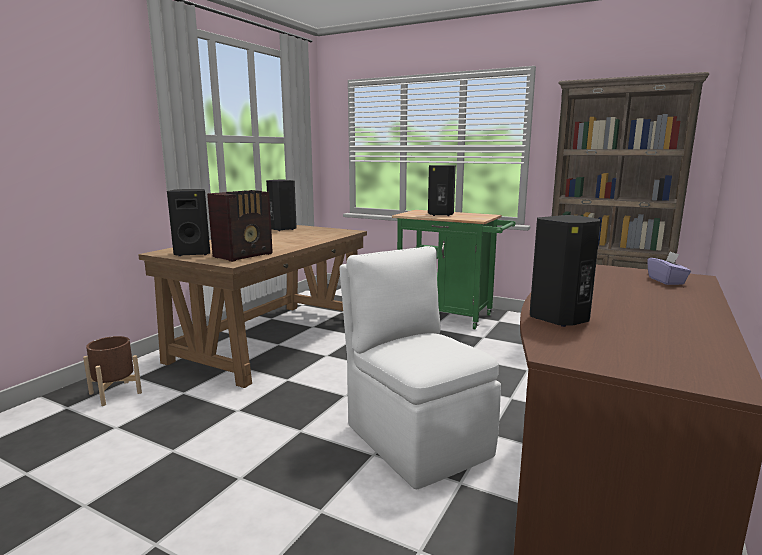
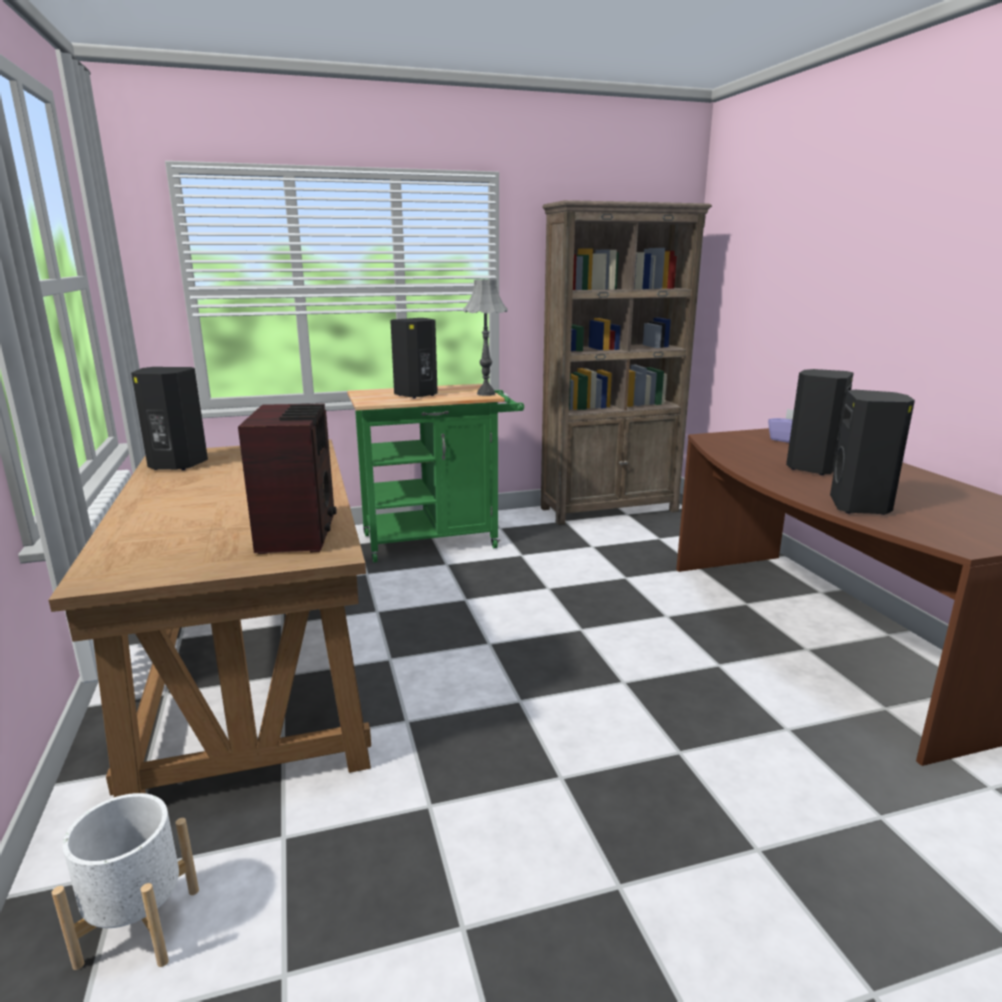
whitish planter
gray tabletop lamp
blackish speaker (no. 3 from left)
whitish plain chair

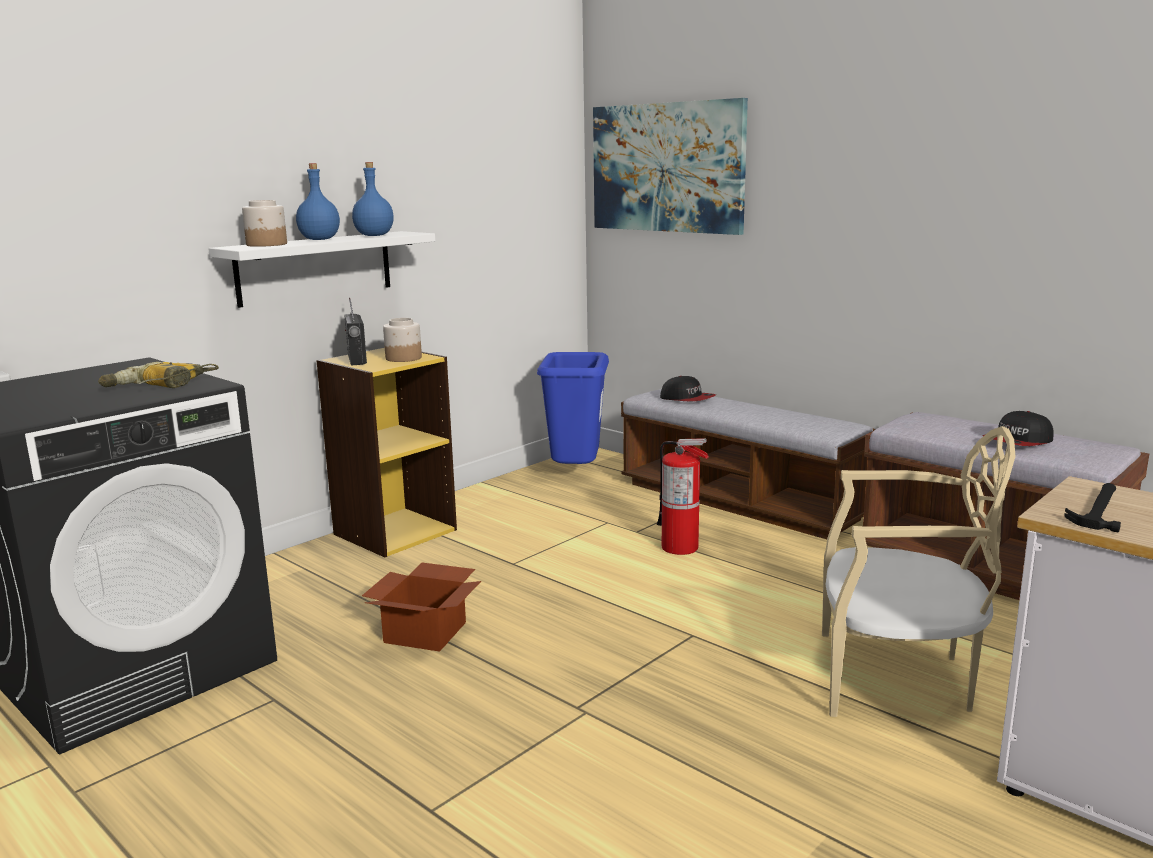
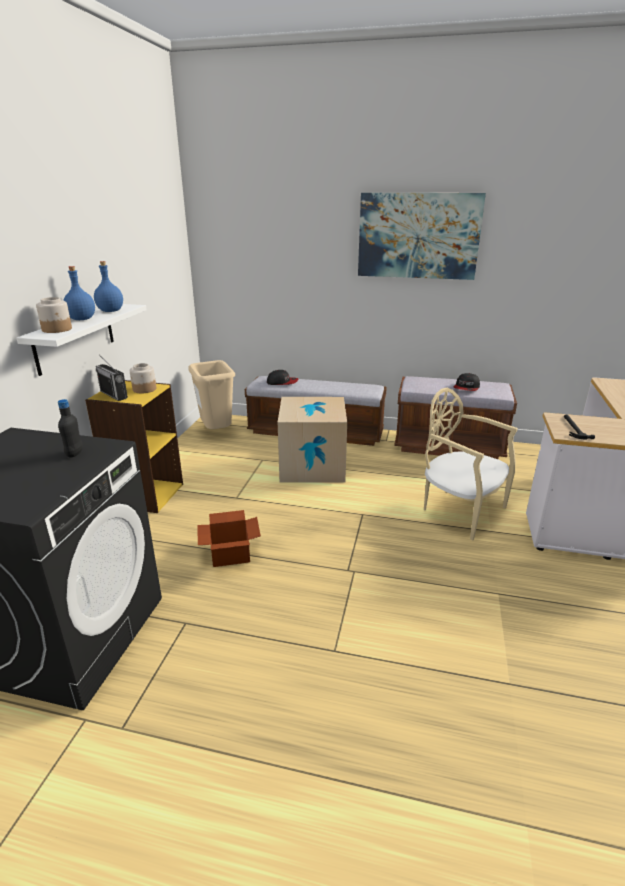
blackish drink bottle
beige-coloured rubbish bin
carton (no. 2 from left)
wall picture
beige-coloured plain chair

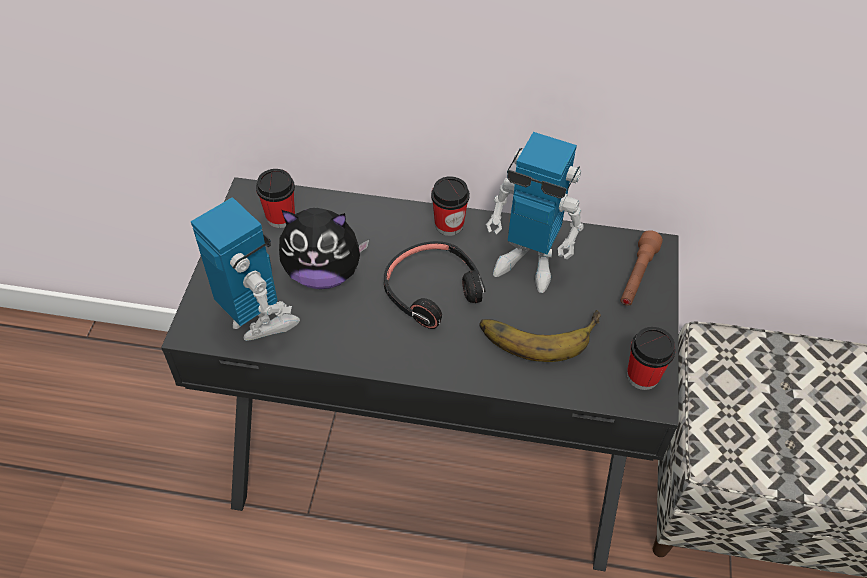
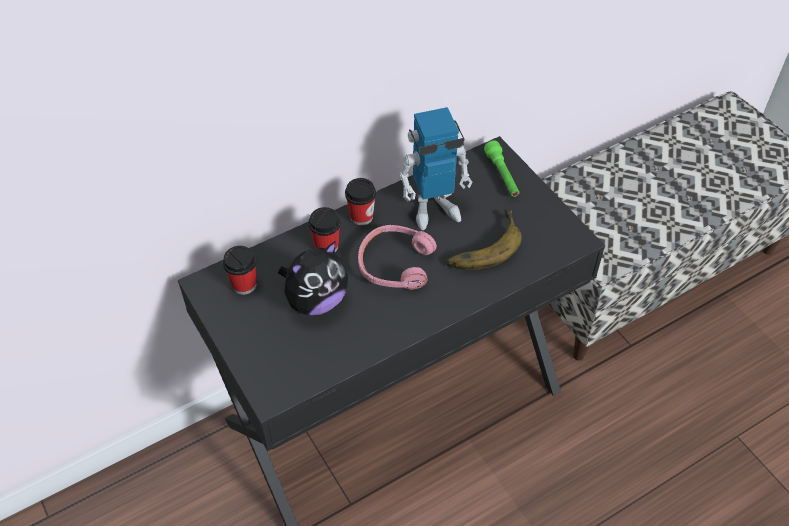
cup (no. 2 from left)
pink headphones
greenish flashlight
model robot (no. 1 from left in the first image)

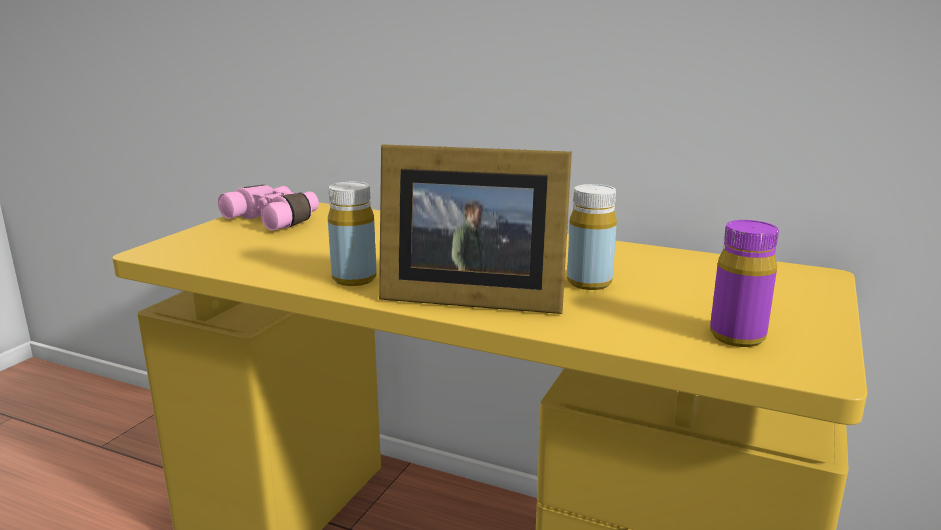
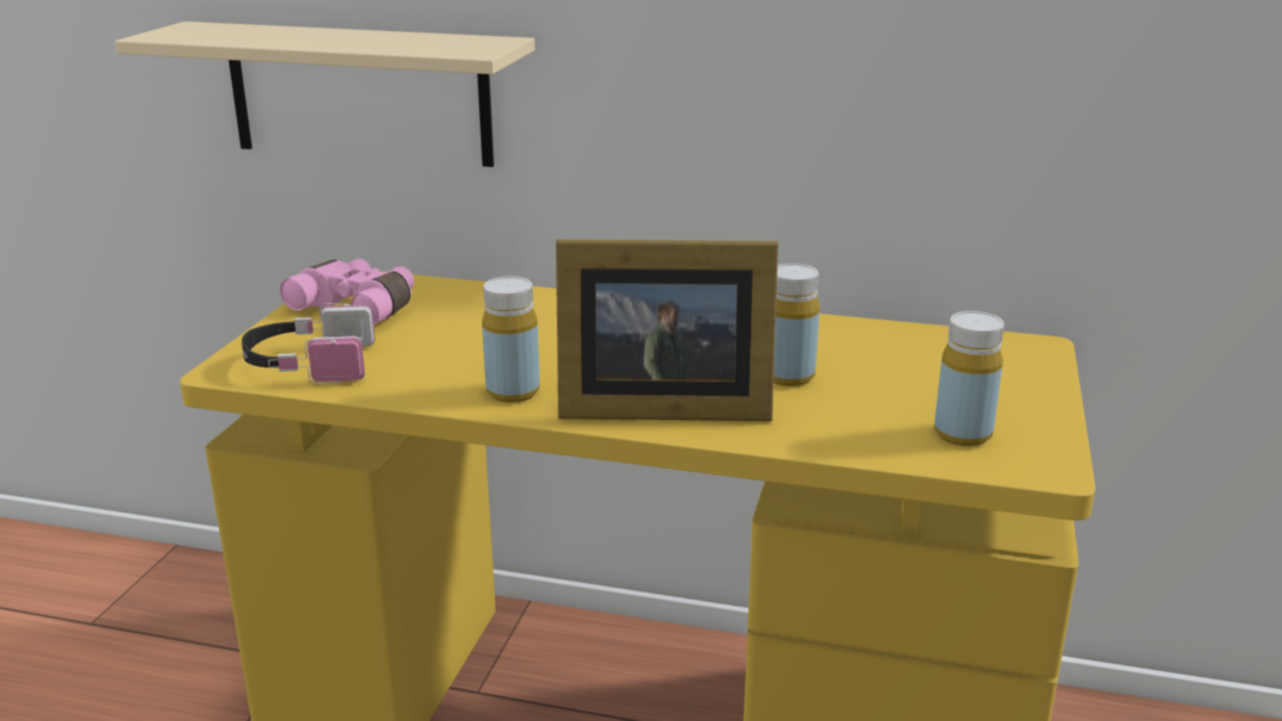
beige-coloured shelf
headphones
yellowish drink bottle (no. 3 from left)

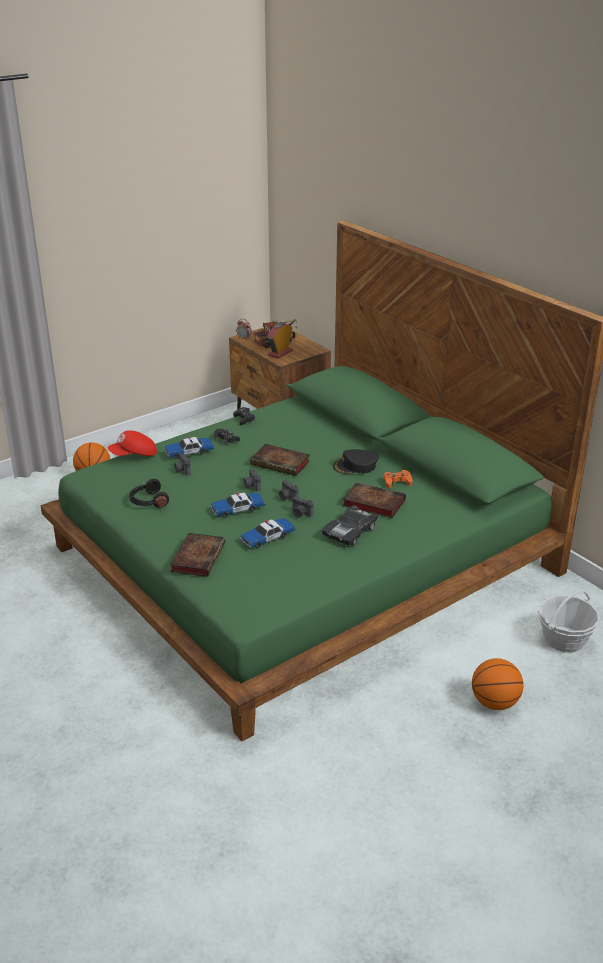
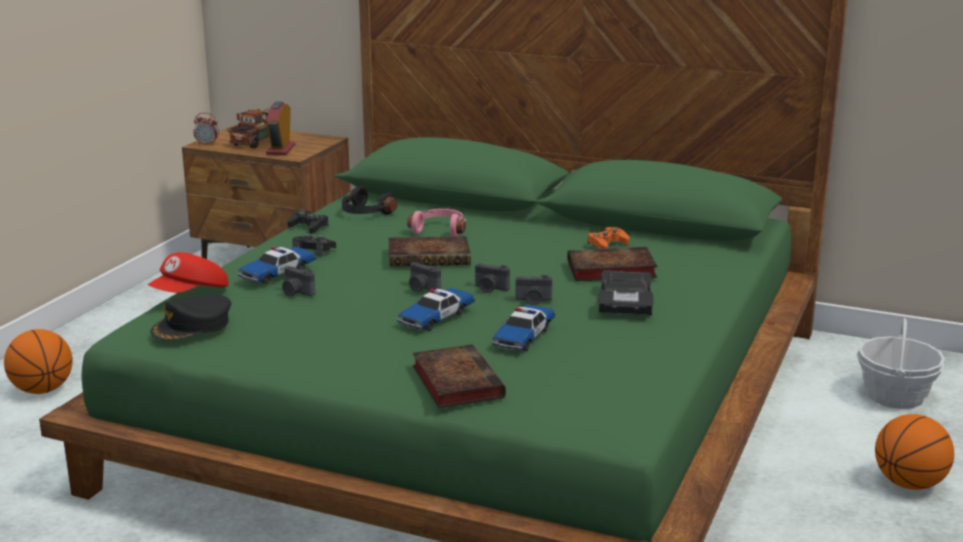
blackish baseball cap
blackish headphones
pink headphones

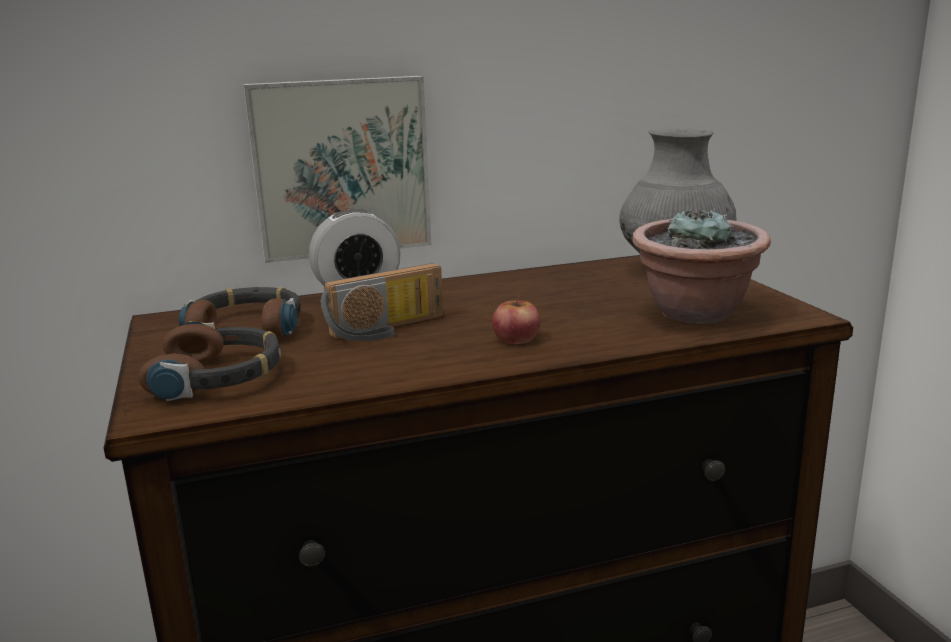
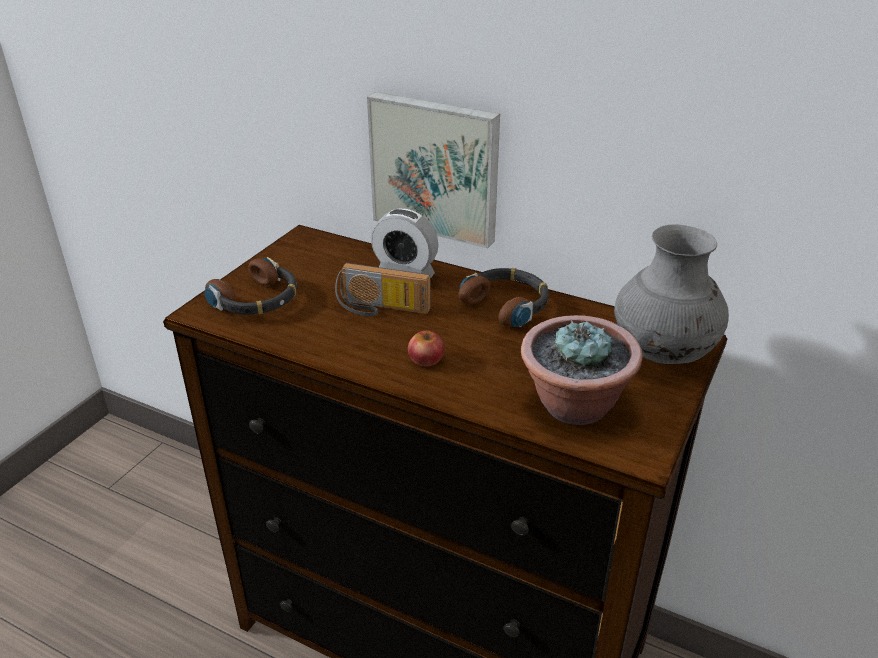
headphones (no. 2 from left)

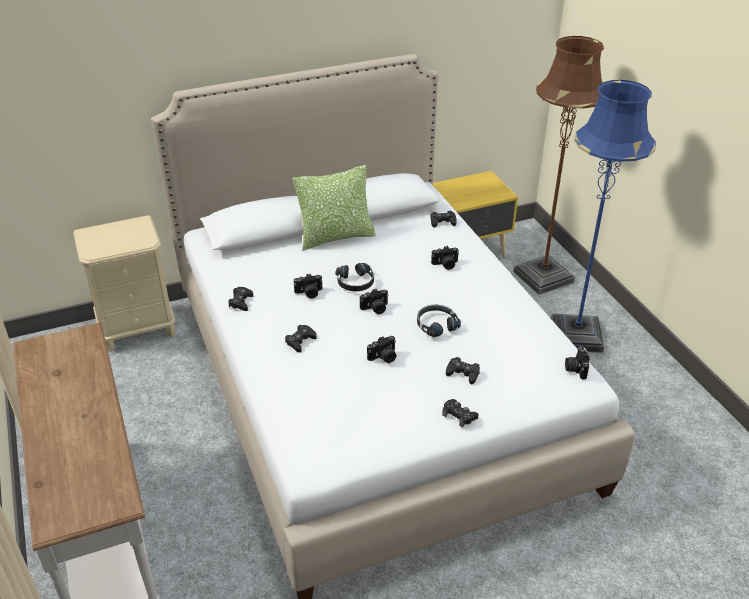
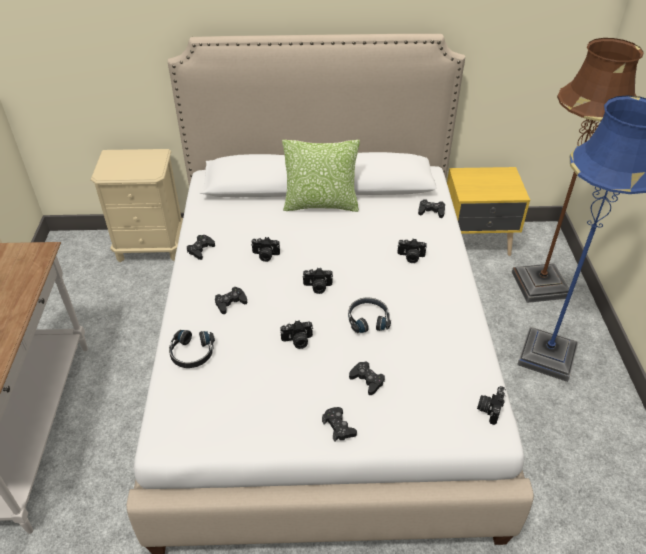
blackish headphones (no. 1 from left)

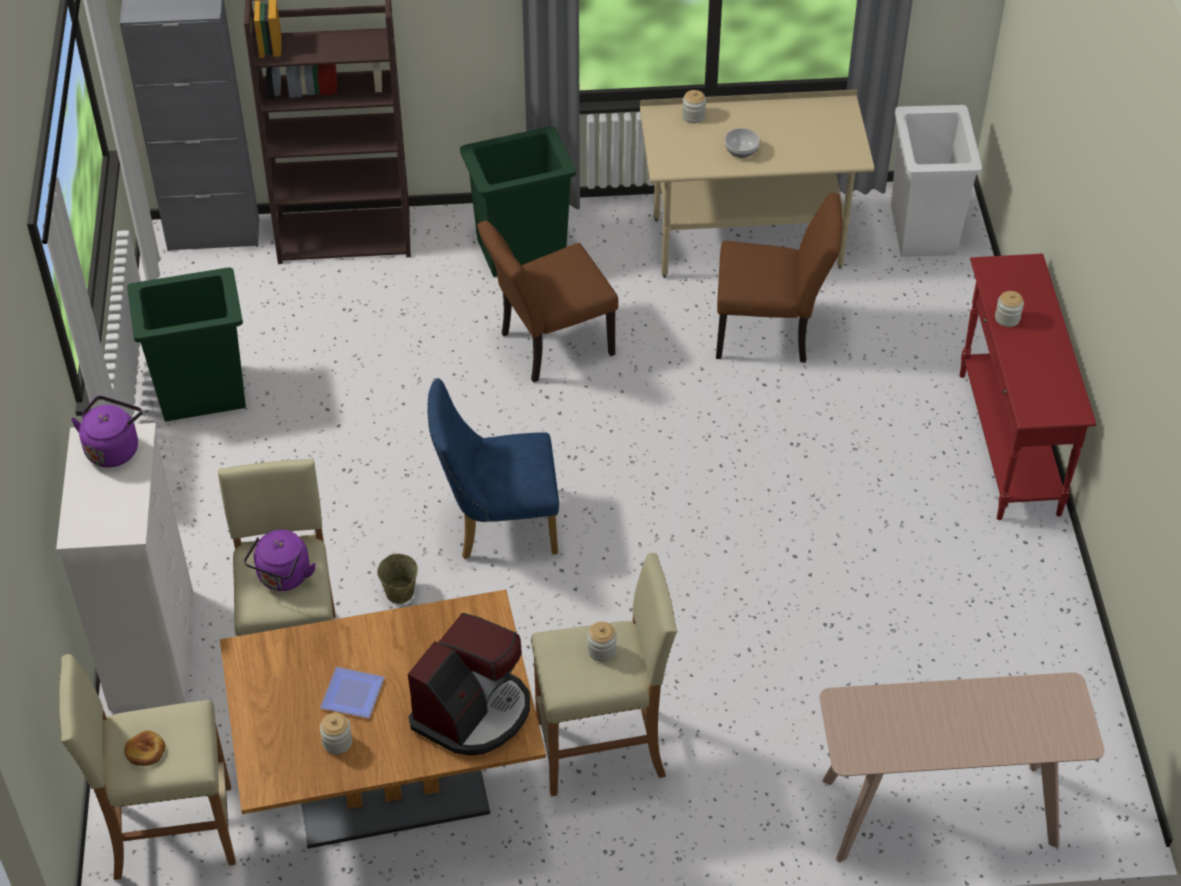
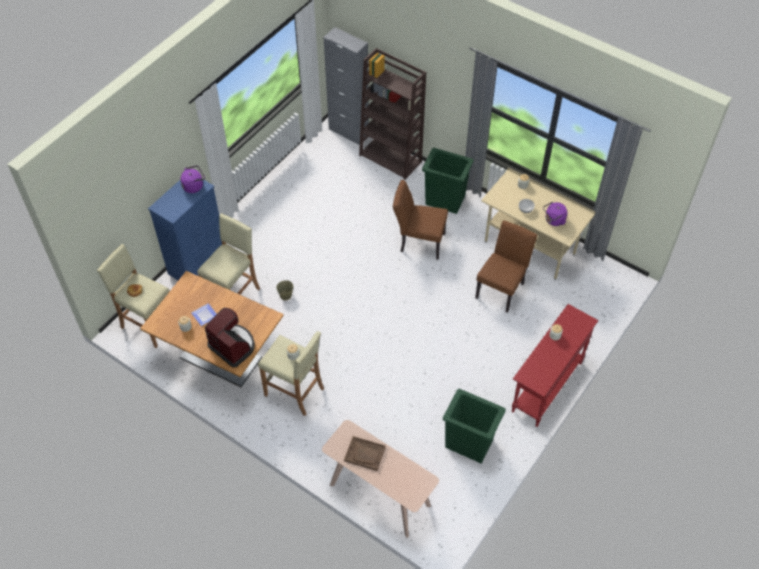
bluish dresser
coffee maker
brownish tray
greenish rubbish bin (no. 2 from left)
brownish plain chair (no. 2 from left)
purplish tea kettle (no. 2 from left)
bluish plain chair
whitish rubbish bin

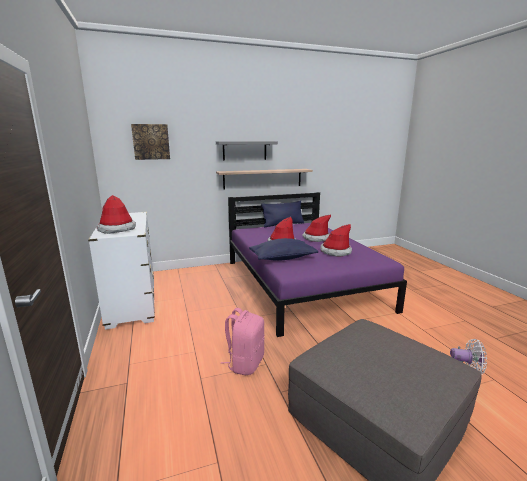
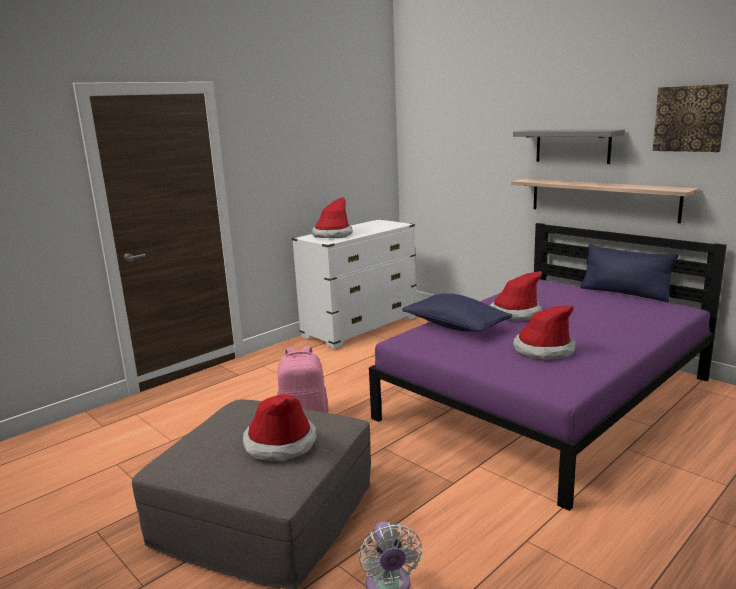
hat (no. 1 from left)
wall picture

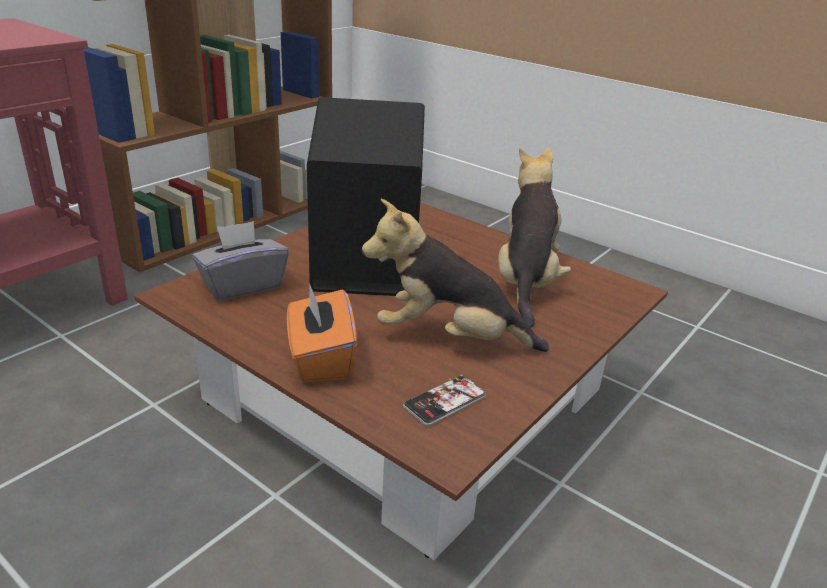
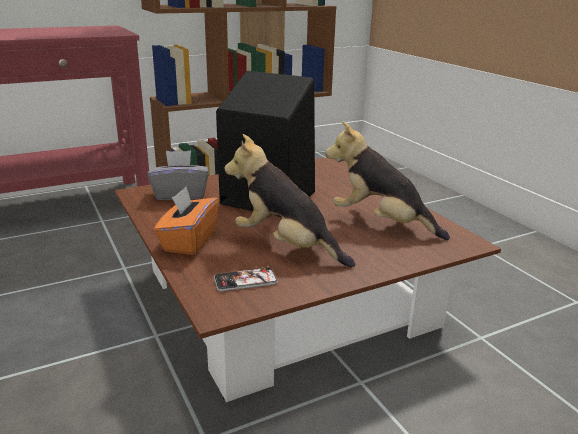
soft toy (no. 2 from left)

